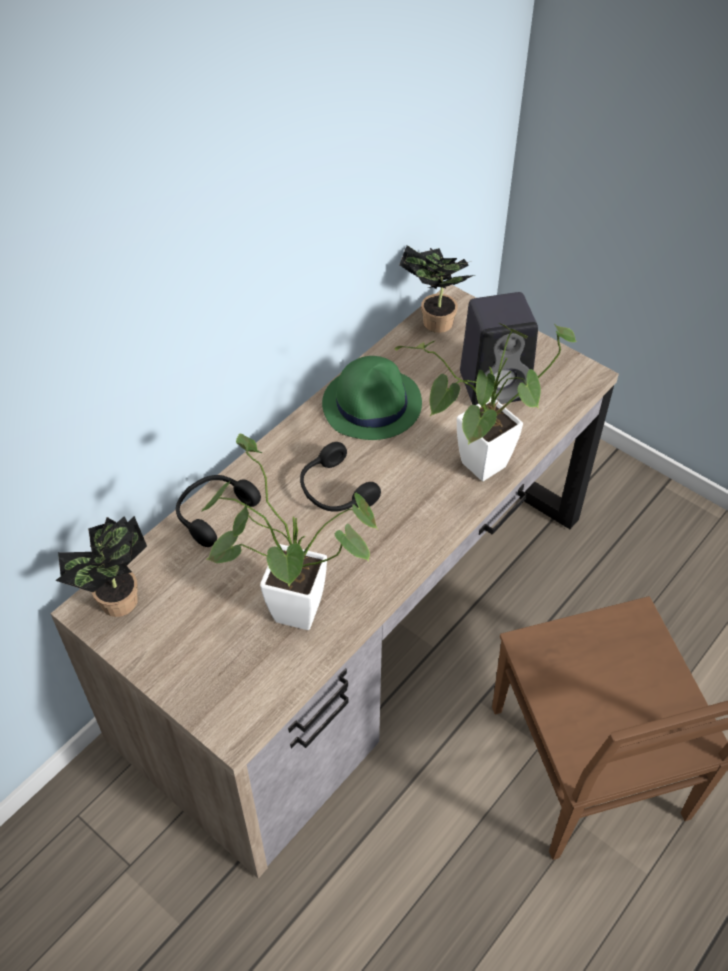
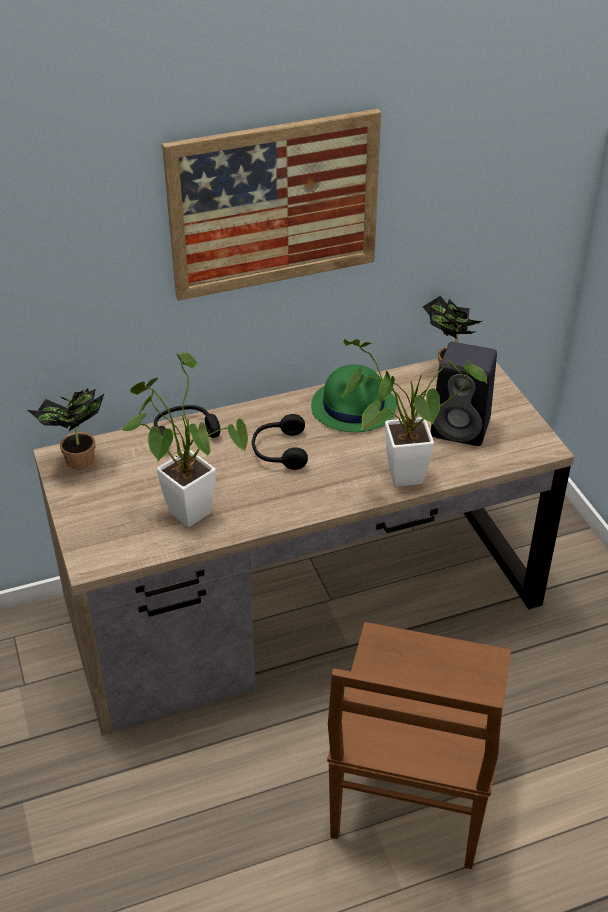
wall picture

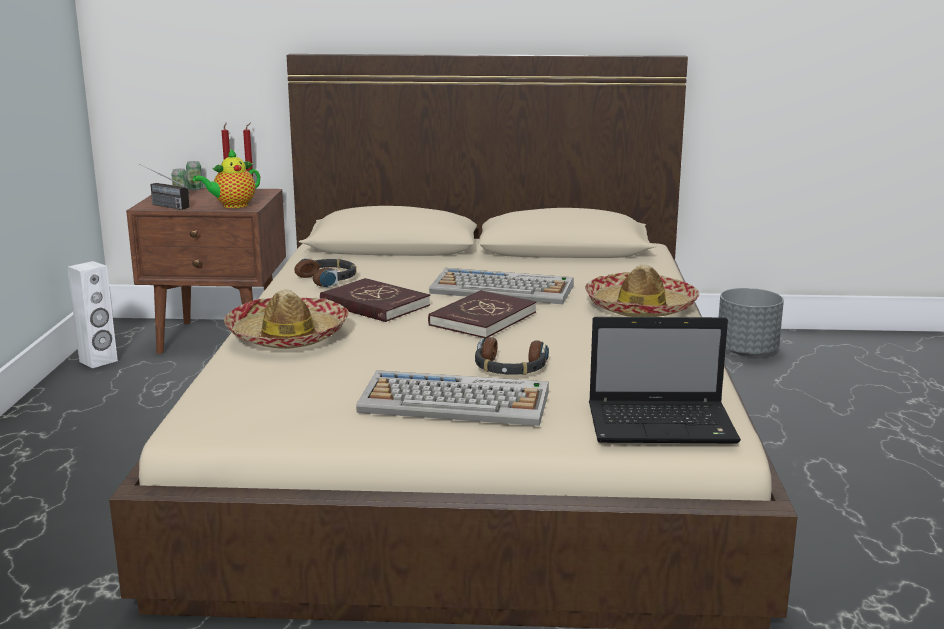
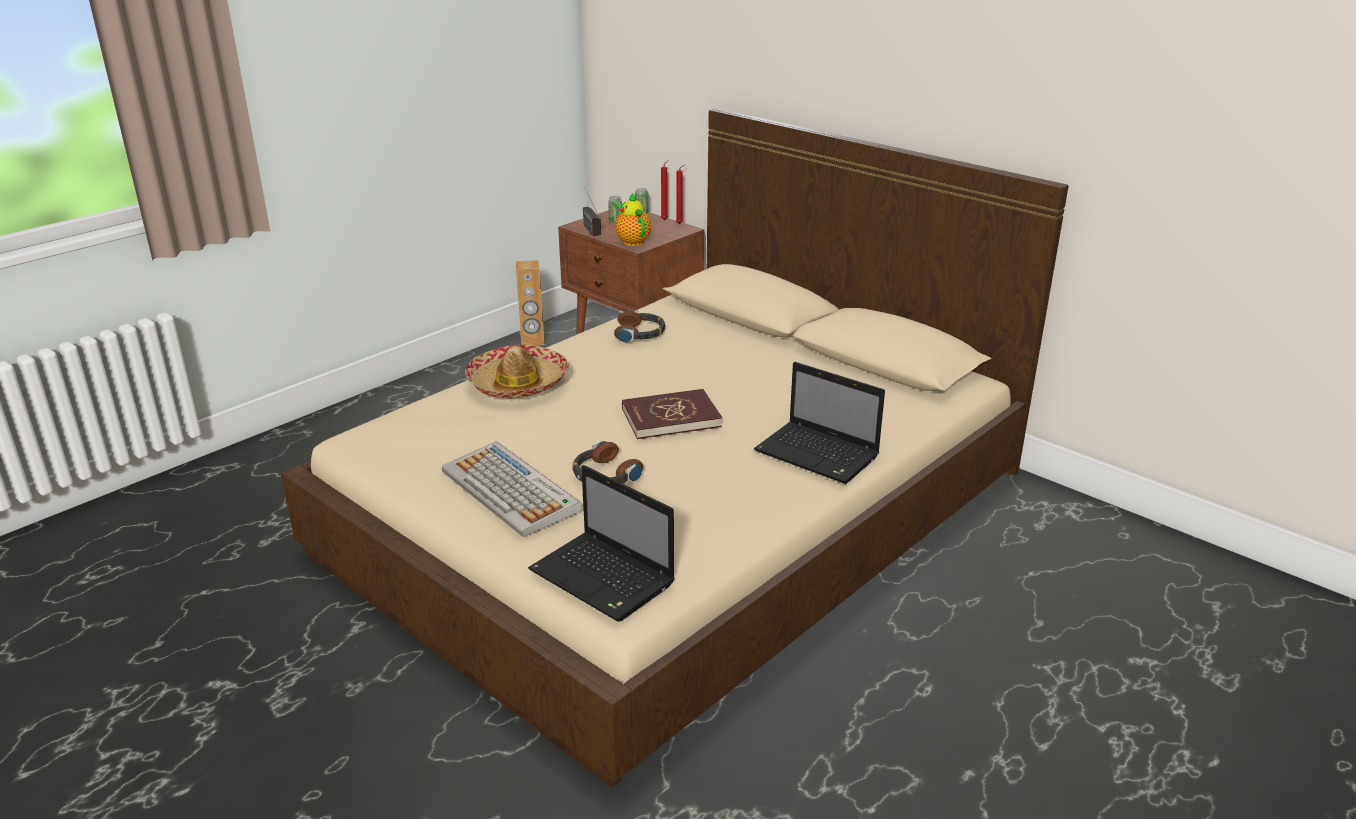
brownish speaker
pot for tea
notebook computer (no. 2 from left)
red volume (no. 1 from left in the first image)
keyboard (no. 2 from left in the first image)
gray planter

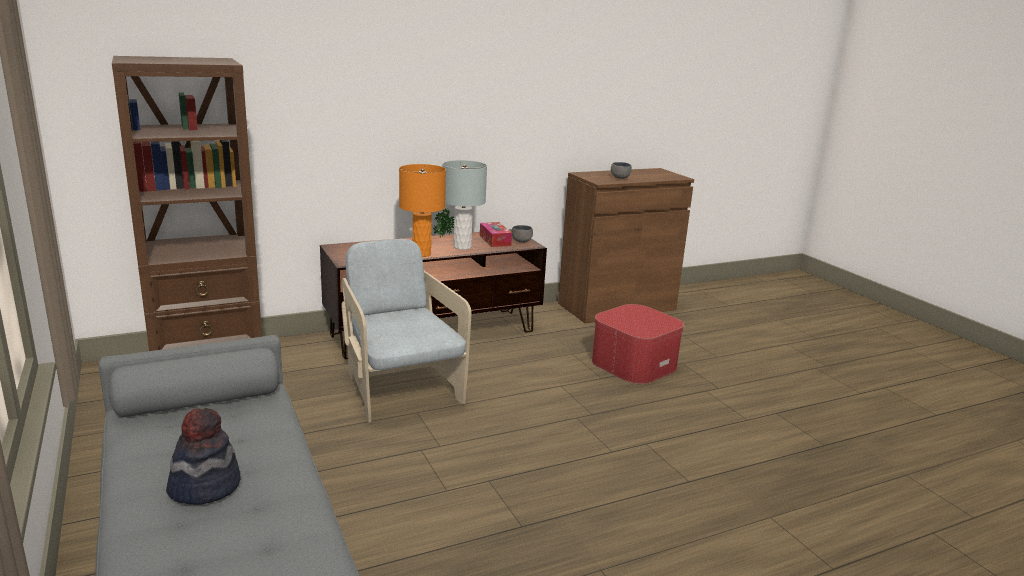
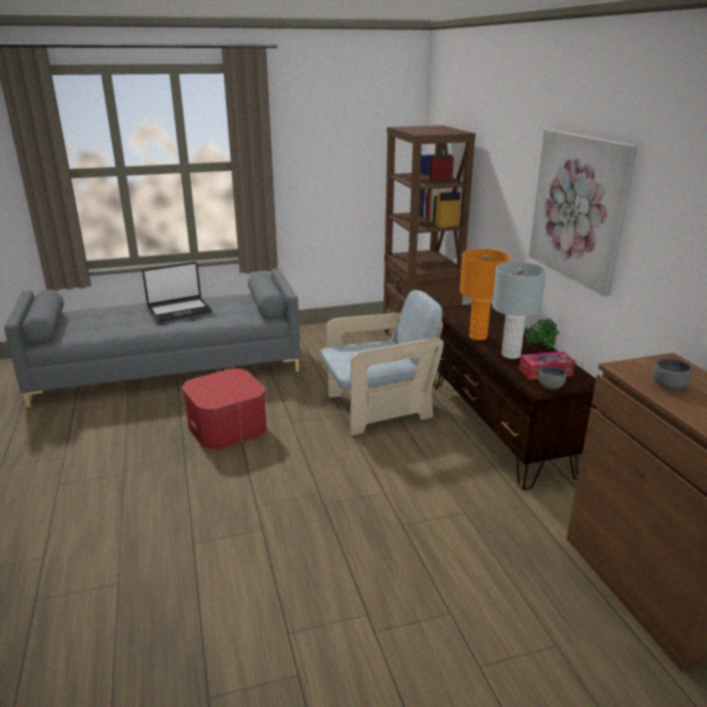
notebook computer
pouffe
wall picture

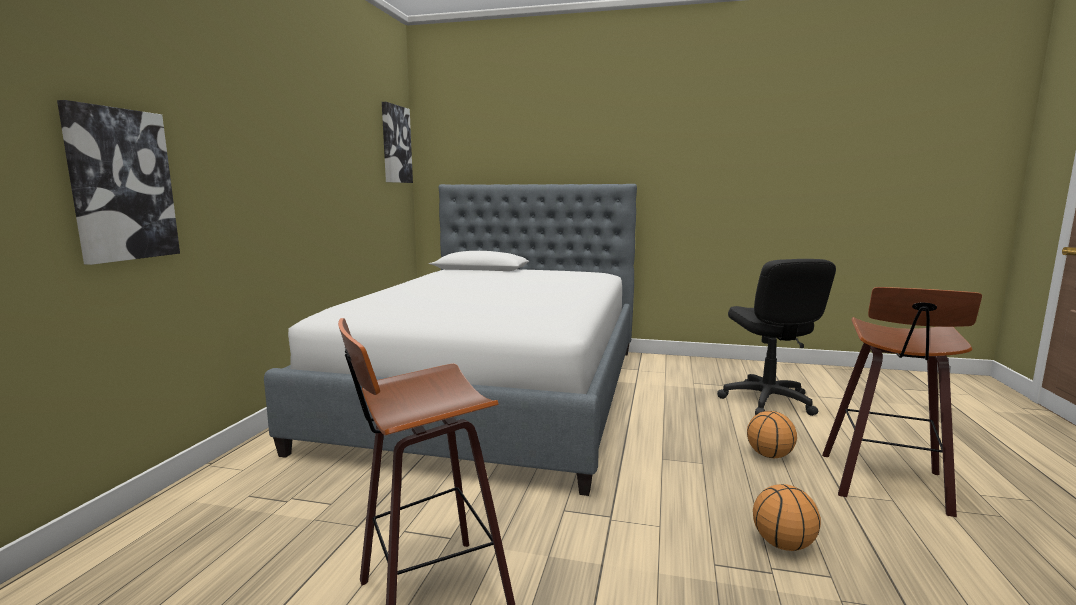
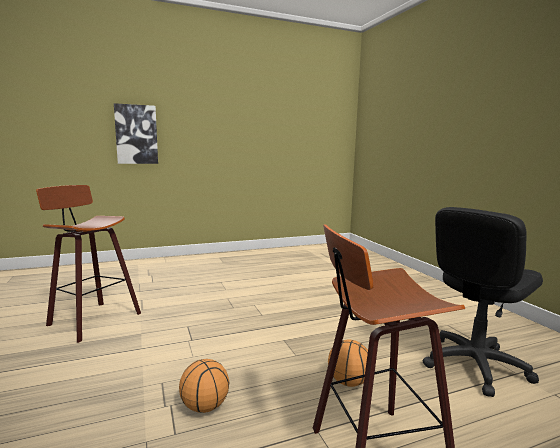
bedroom bed
wall picture (no. 2 from left in the first image)

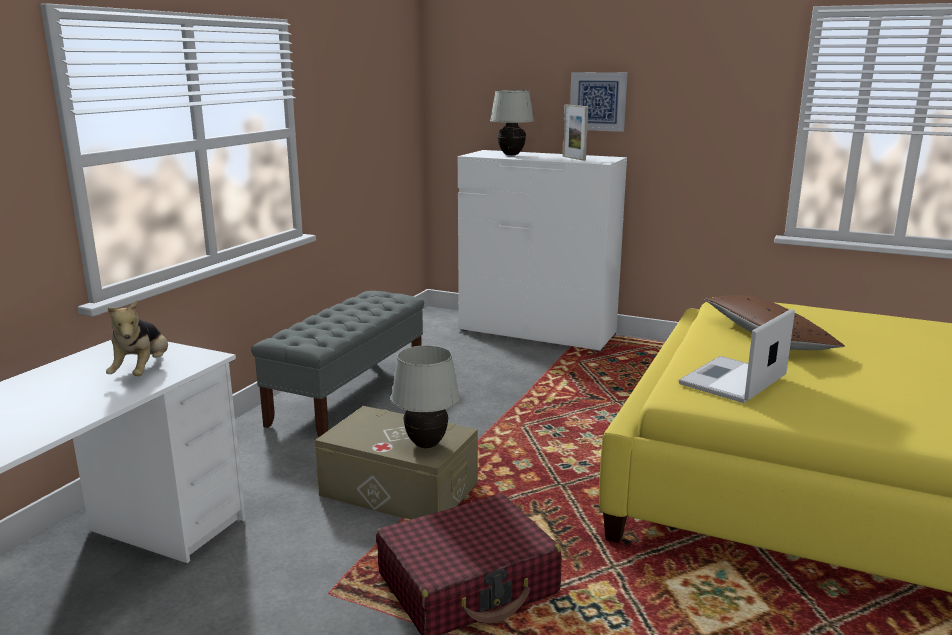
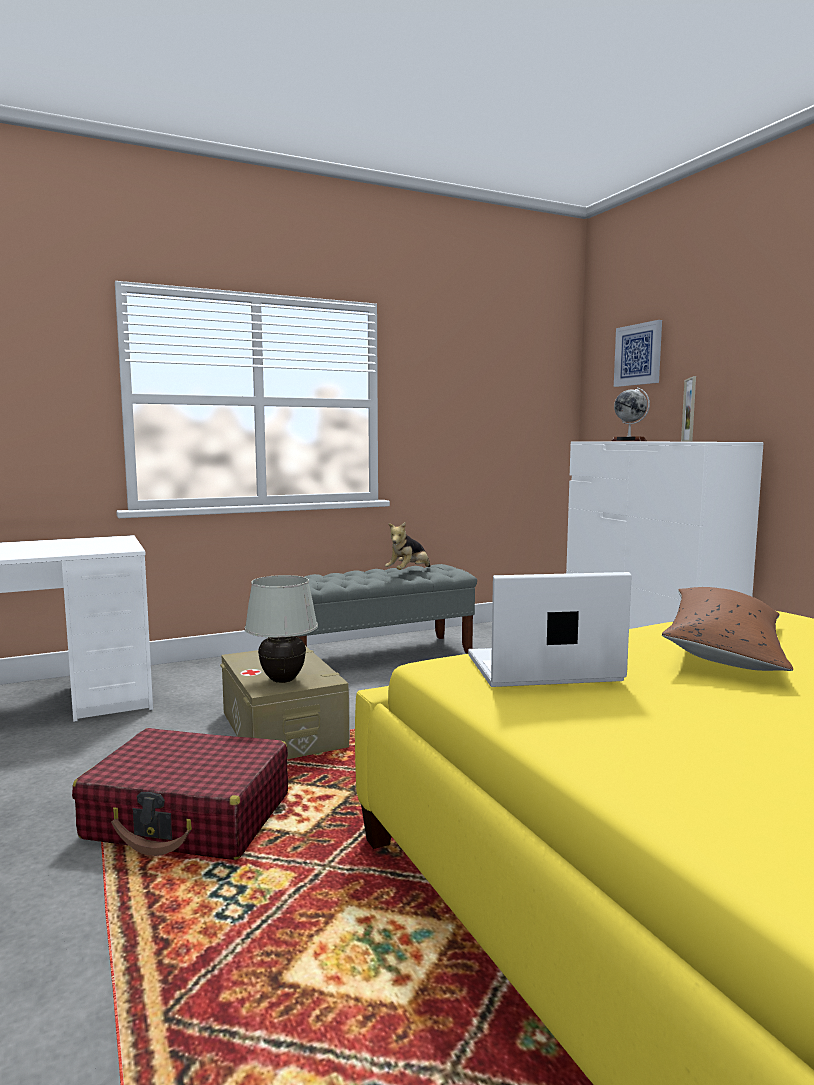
soft toy
globe
wall picture

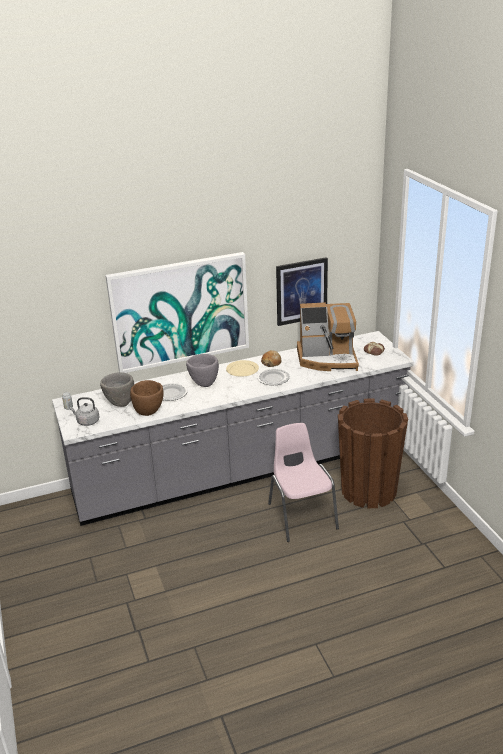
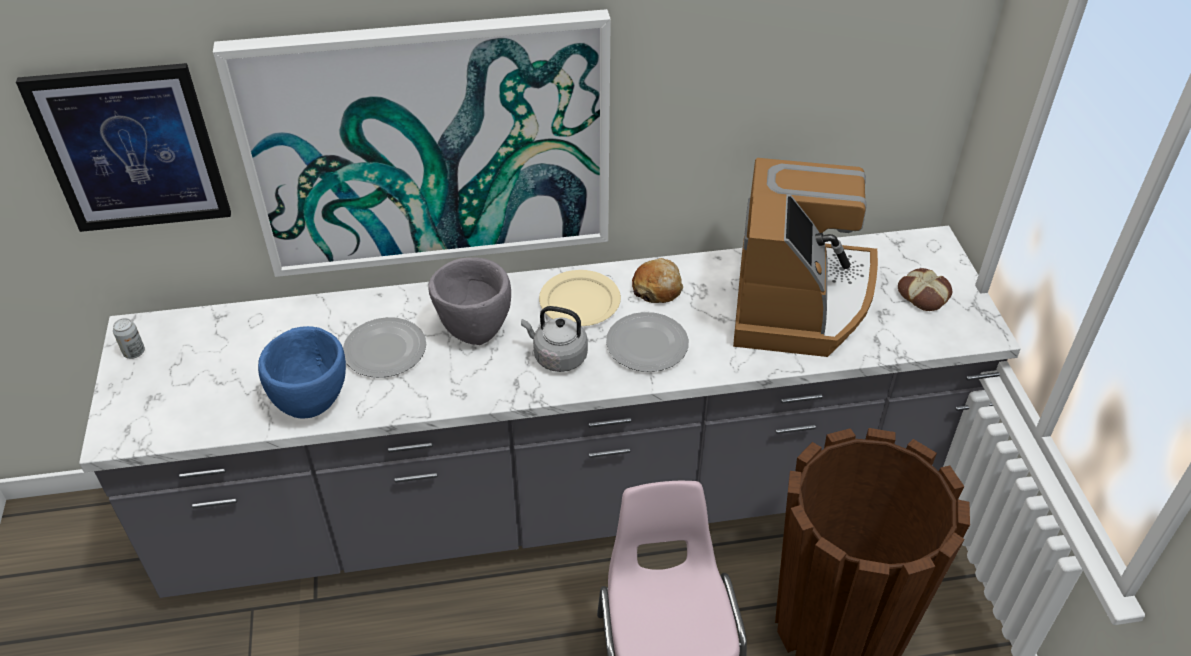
wall picture (no. 1 from left)
bluish bowl
gray tea kettle
coffee maker
gray bowl (no. 1 from left in the first image)

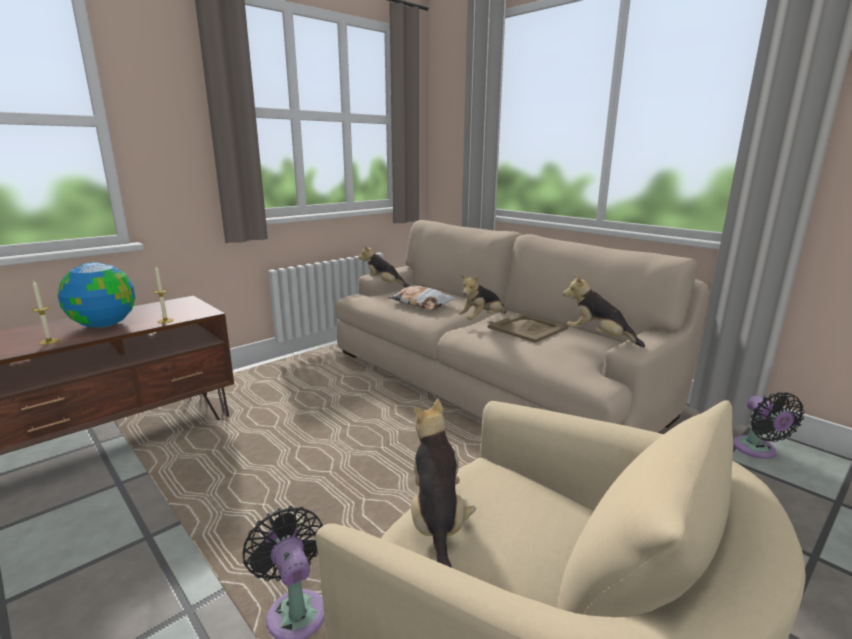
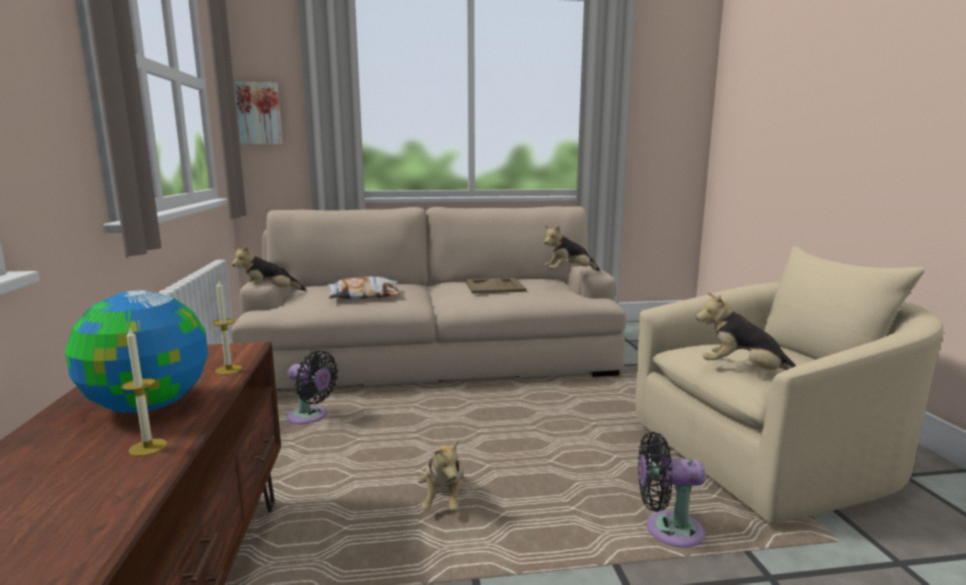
wall picture
blackish electric fan (no. 1 from left)
soft toy (no. 2 from left)

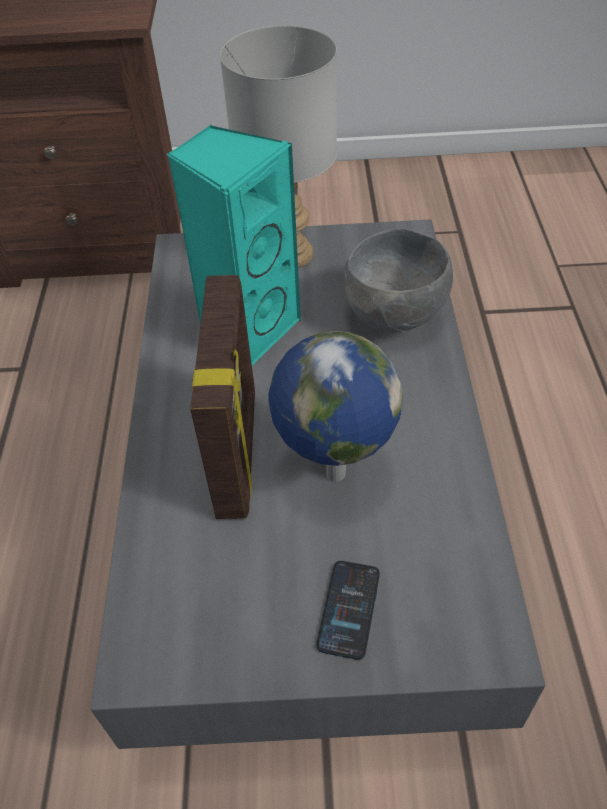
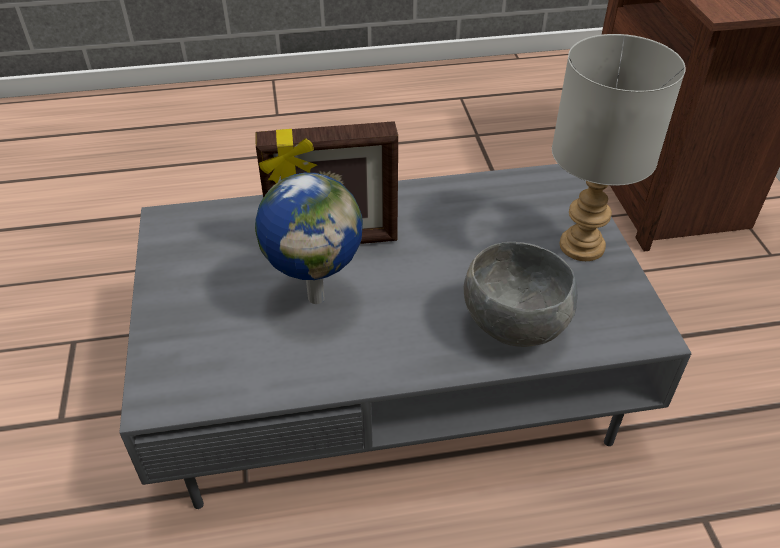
turquoise speaker
handset

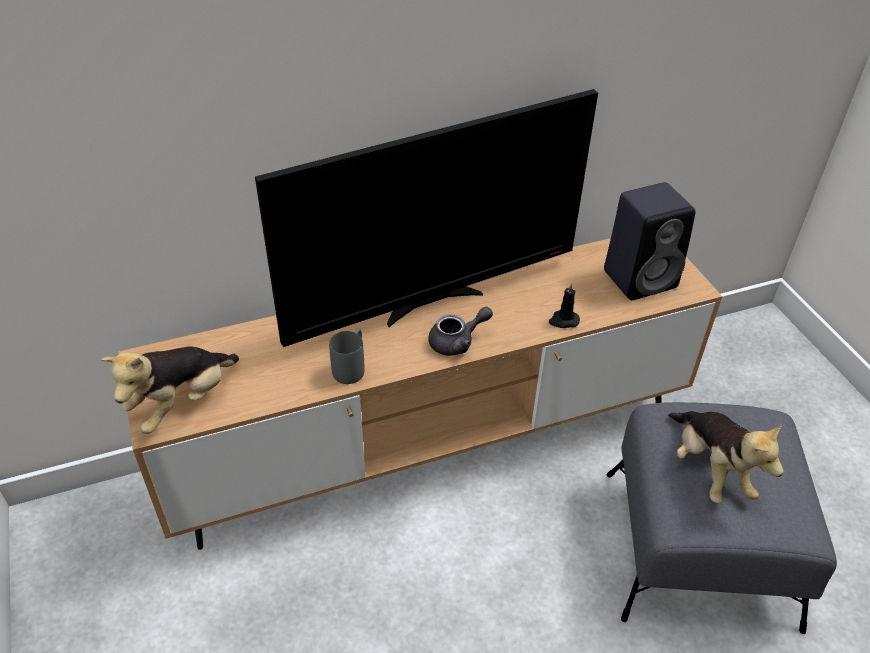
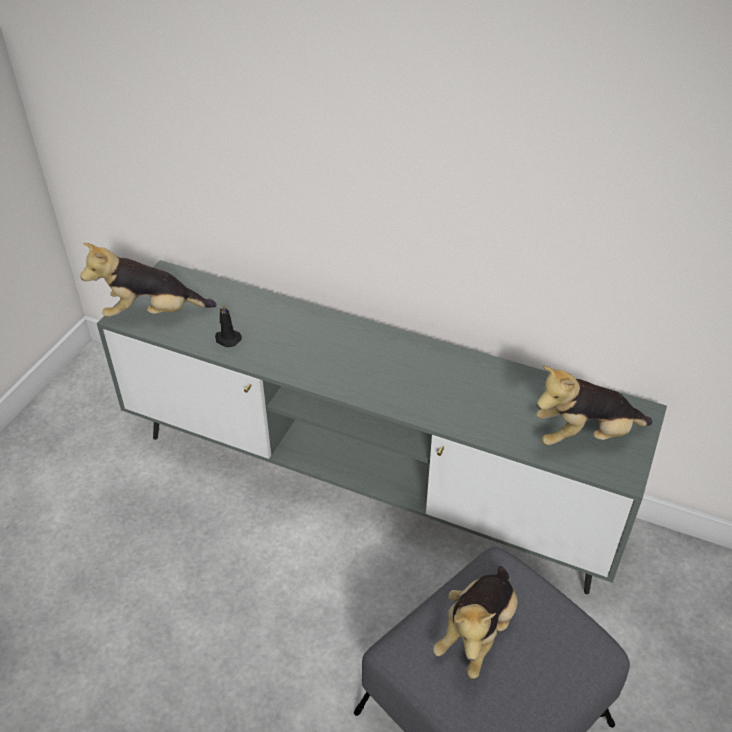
gray tv stand
blackish candle
soft toy (no. 3 from left)
TV
gray mug
gray pot for tea

